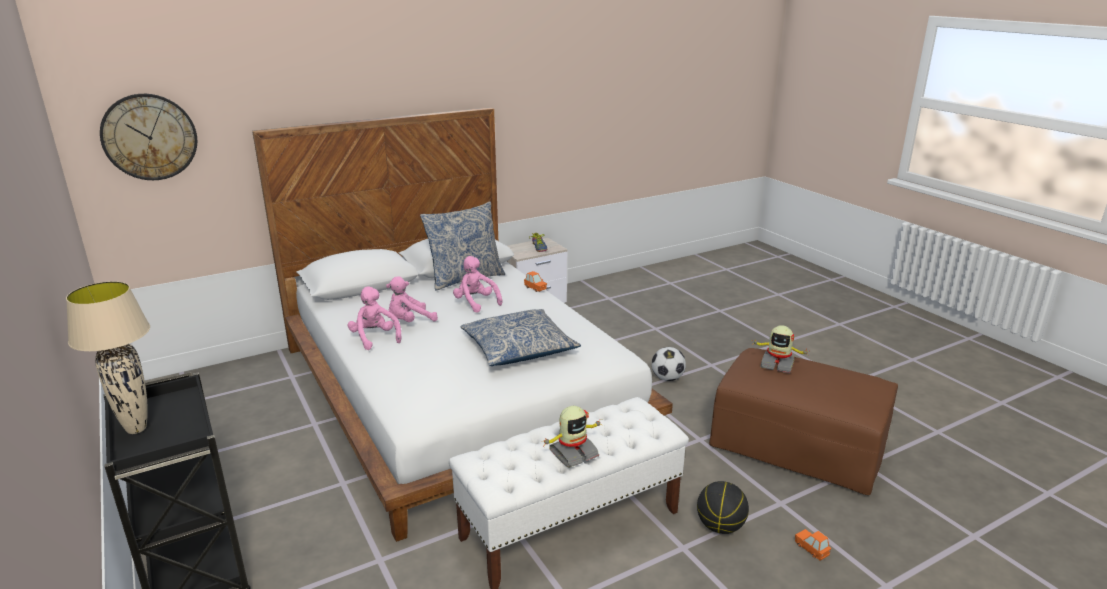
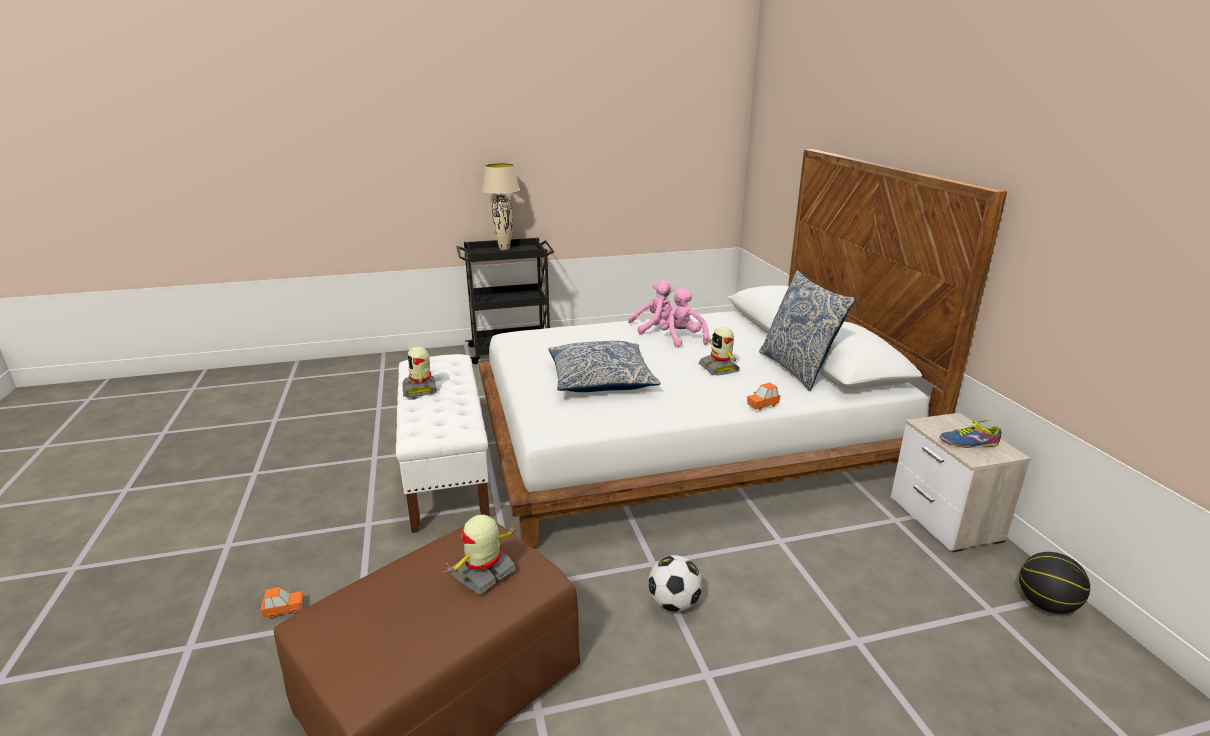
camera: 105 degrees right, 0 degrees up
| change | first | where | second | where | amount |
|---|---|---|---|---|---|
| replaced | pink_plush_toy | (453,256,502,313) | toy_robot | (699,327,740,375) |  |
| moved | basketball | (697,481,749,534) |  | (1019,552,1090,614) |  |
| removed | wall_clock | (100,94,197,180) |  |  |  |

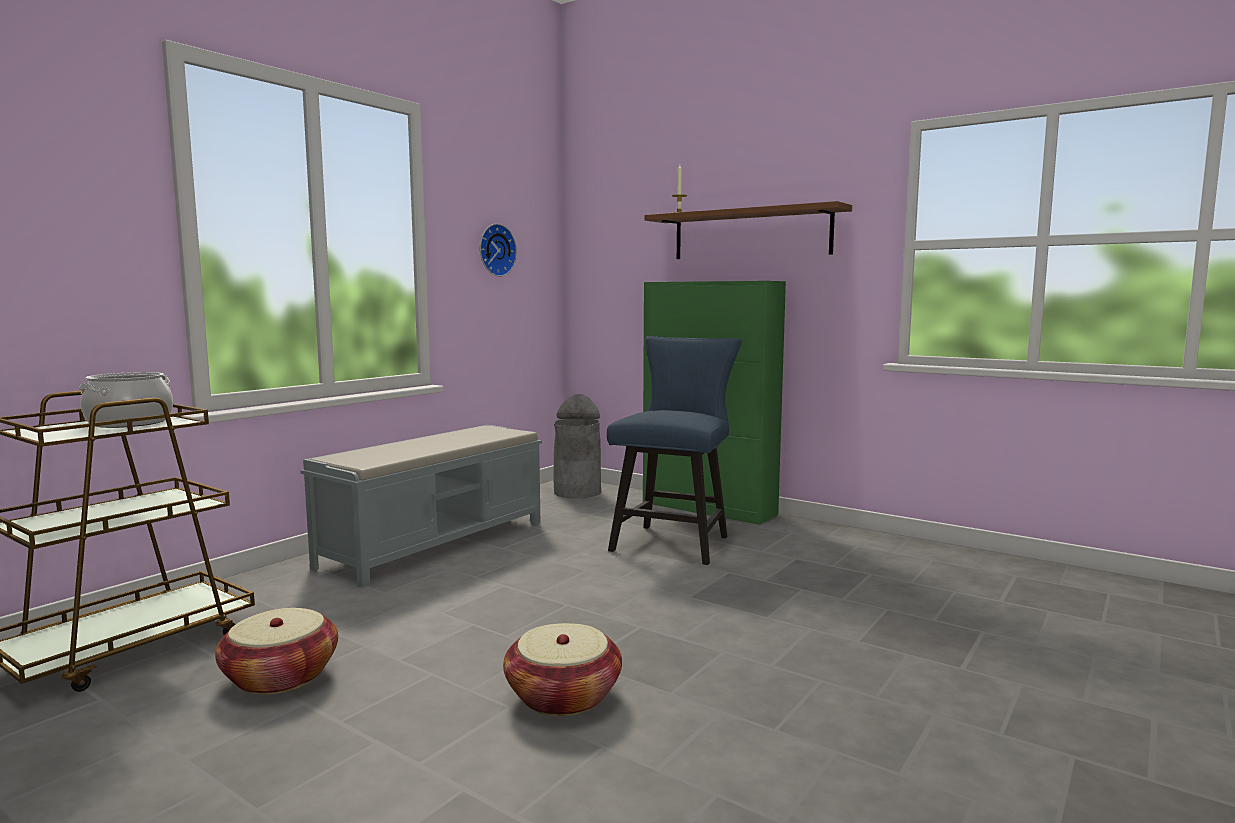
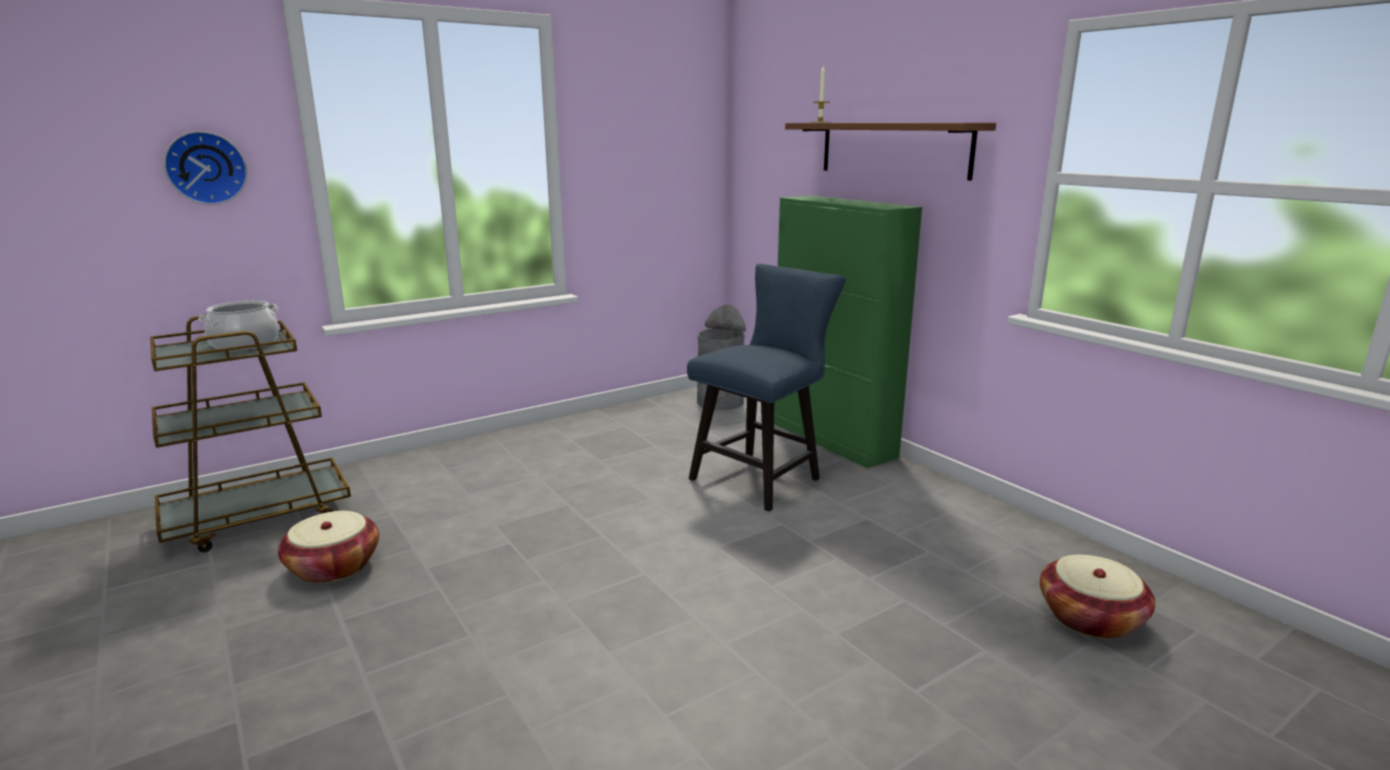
camera: 20 degrees right, 10 degrees up
| change | first | where | second | where | amount |
|---|---|---|---|---|---|
| moved | wall_clock | (480,224,517,277) |  | (164,131,247,205) |  |
| moved | basket | (503,623,622,716) |  | (1040,555,1155,639) |  |
| removed | grey_bench | (300,425,542,587) |  |  |  |

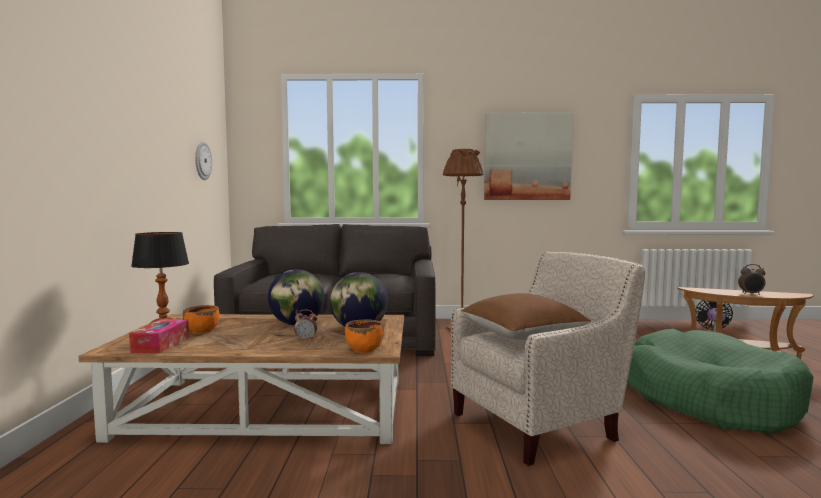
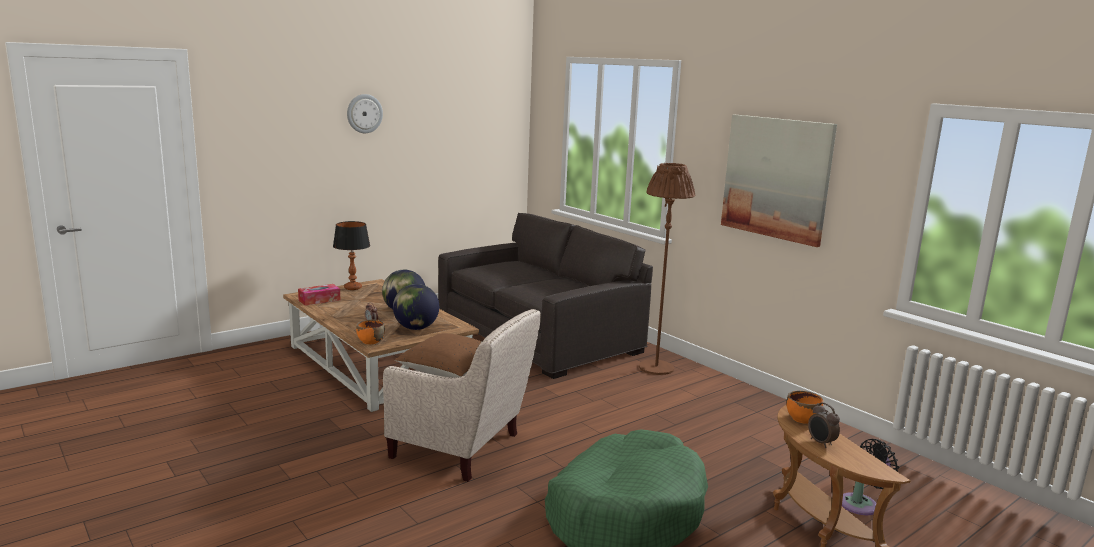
camera: 50 degrees right, 10 degrees up
| change | first | where | second | where | amount |
|---|---|---|---|---|---|
| moved | wall_clock | (195,142,212,180) |  | (347,94,383,133) |  |
| moved | orange_bowl | (183,305,220,334) |  | (786,391,823,424) |  |

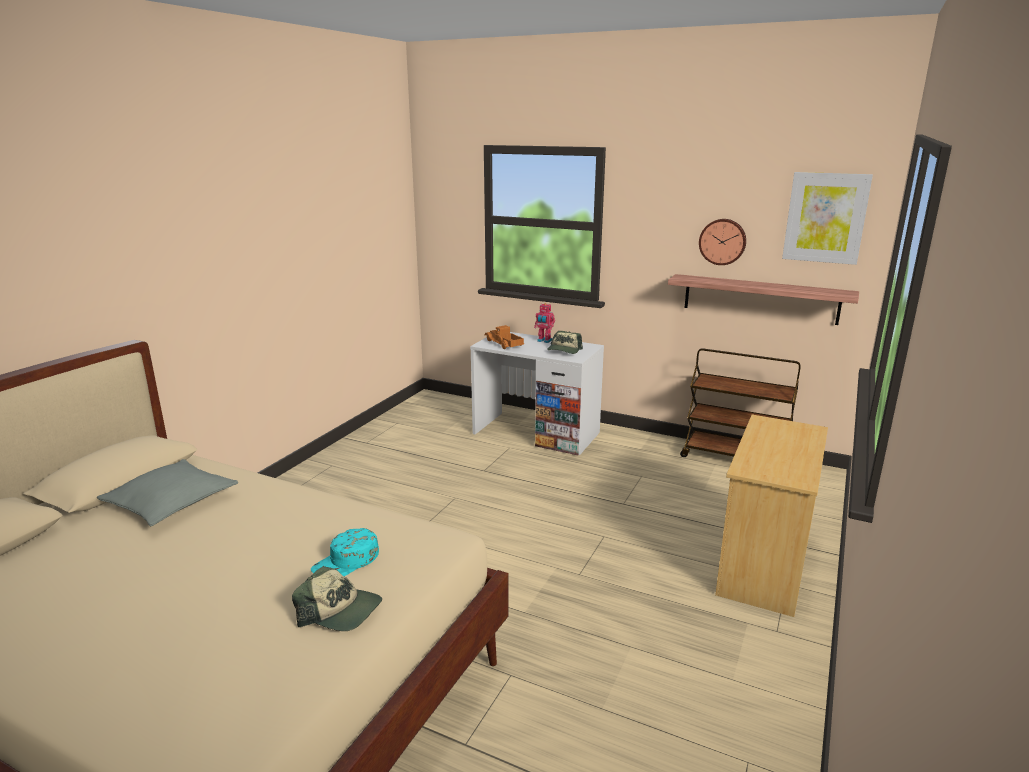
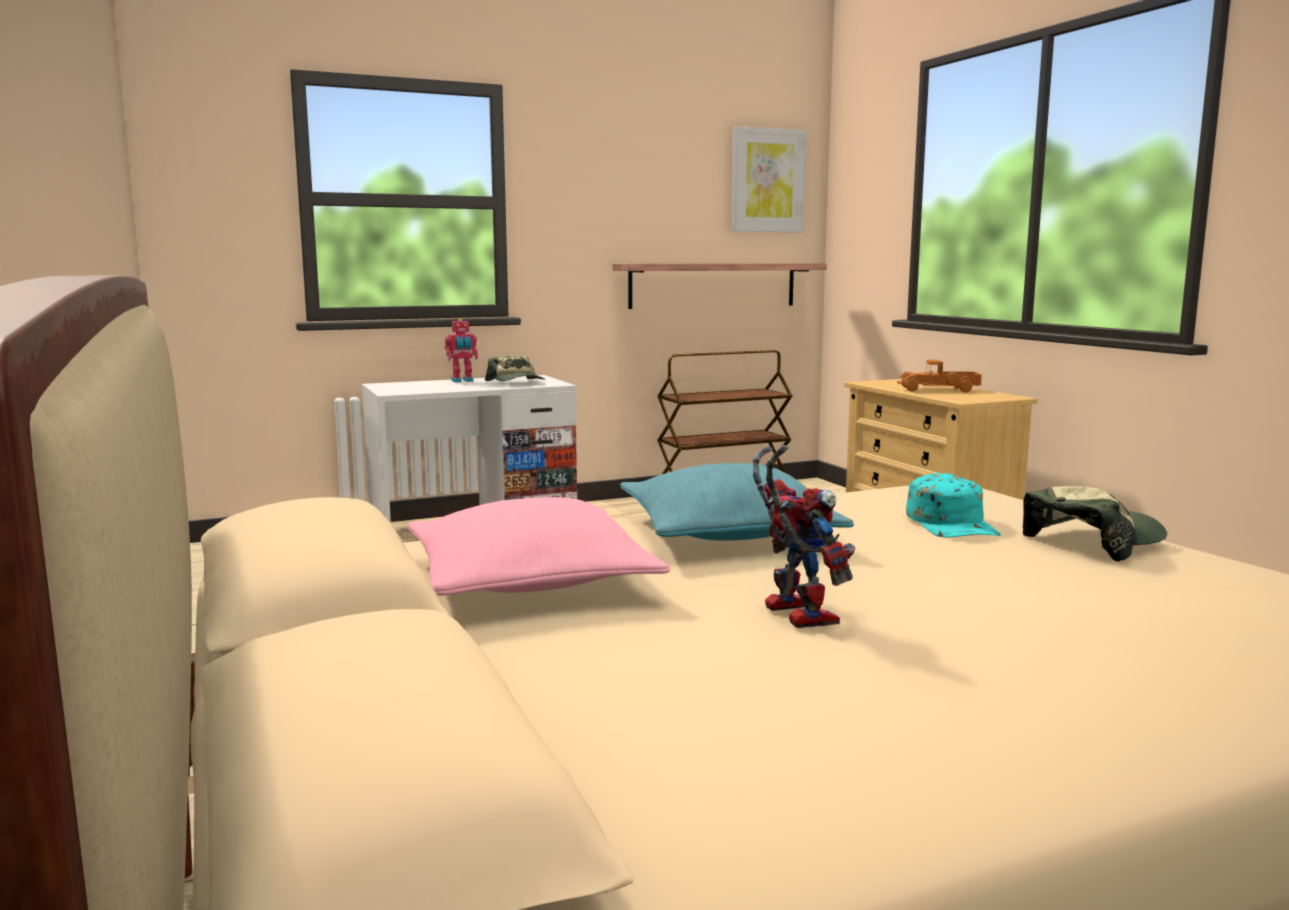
camera: 50 degrees left, 10 degrees down
| change | first | where | second | where | amount |
|---|---|---|---|---|---|
| recoloured | grey_pillow | (97,459,238,526) | pink_pillow | (407,497,670,595) |  |
| added |  |  | turquoise_pillow | (620,463,854,541) |  |
| added |  |  | toy_robot | (752,445,855,628) |  |
| moved | toy_truck | (485,325,524,349) |  | (897,360,982,392) |  |
| removed | wall_clock | (699,219,746,265) |  |  |  |

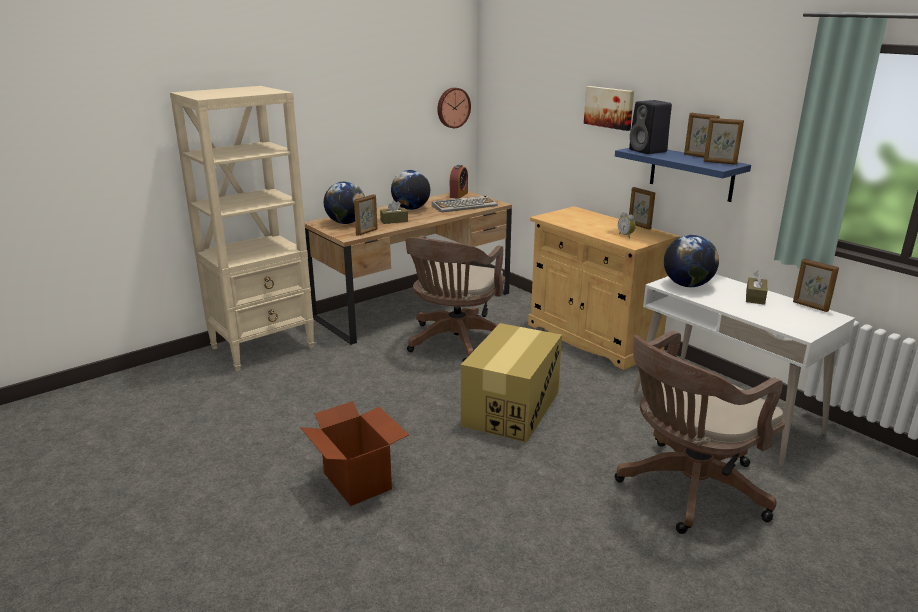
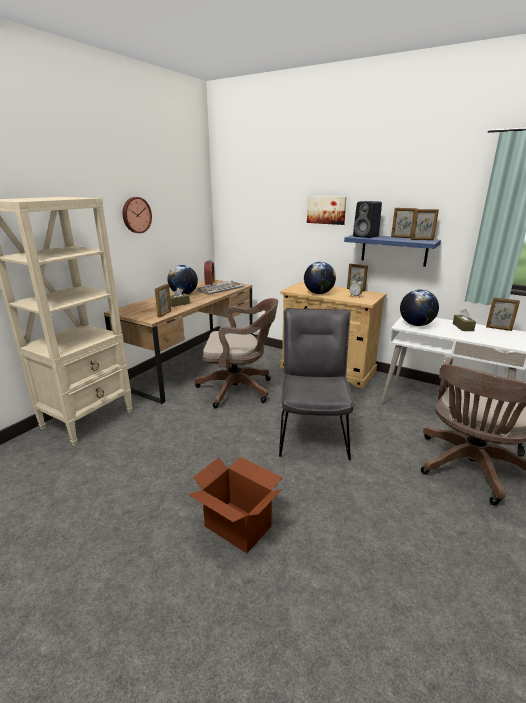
camera: 20 degrees left, 0 degrees up
| change | first | where | second | where | amount |
|---|---|---|---|---|---|
| moved | wall_clock | (437,88,471,128) |  | (123,197,152,233) |  |
| turned | brown_office_chair | (405,236,505,362) |  | (195,298,278,408) | 90 degrees counterclockwise |
| replaced | cardboard_box | (461,323,562,443) | grey_chair | (279,308,355,460) |  |
| moved | globe | (324,182,365,224) |  | (304,262,336,294) |  |

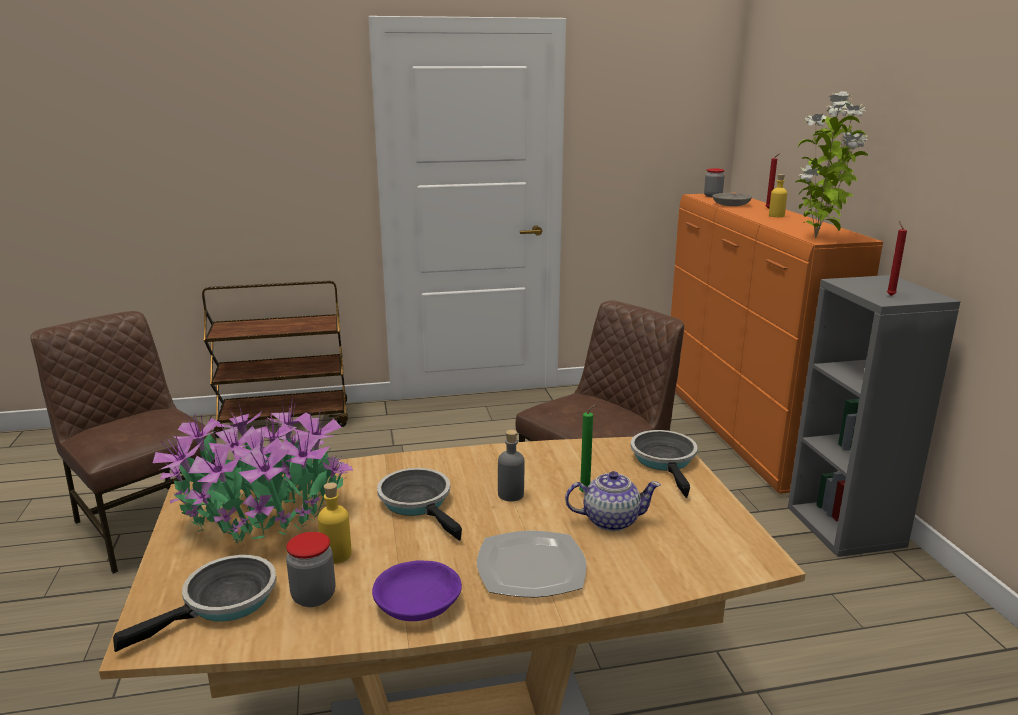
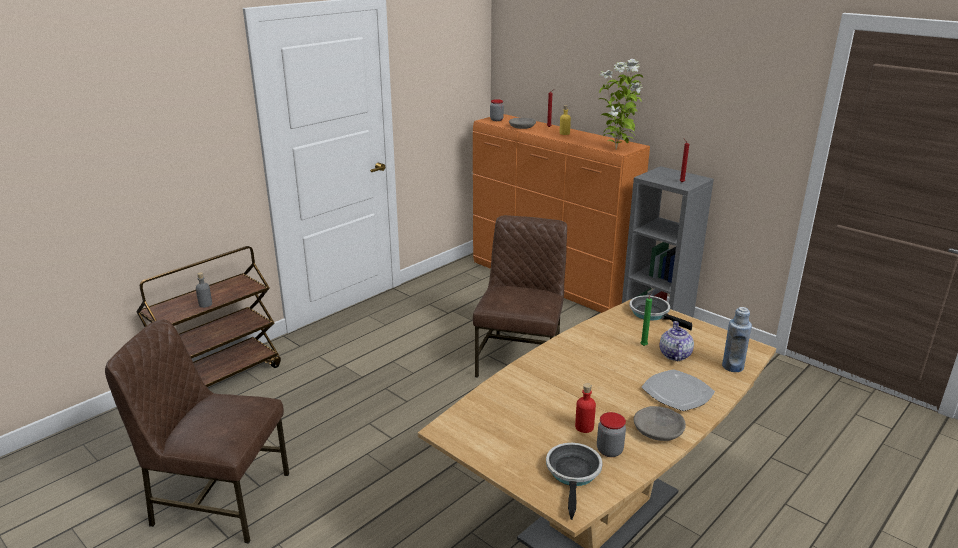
camera: 35 degrees left, 5 degrees up
| change | first | where | second | where | amount |
|---|---|---|---|---|---|
| moved | grey_bottle | (498,430,525,501) |  | (196,272,212,308) |  |
| recoloured | yellow_bottle | (318,482,352,564) | red_bottle | (575,383,596,433) |  |
| recoloured | purple_bowl | (372,560,462,621) | grey_bowl | (634,406,686,441) |  |
| turned | teapot | (565,471,661,531) |  | (659,321,694,361) | 45 degrees counterclockwise |
| added |  |  | blue_bottle | (722,307,752,372) |  |
| removed | potted_plant | (153,398,353,547) |  |  |  |
| removed | frying_pan | (377,468,462,541) |  |  |  |

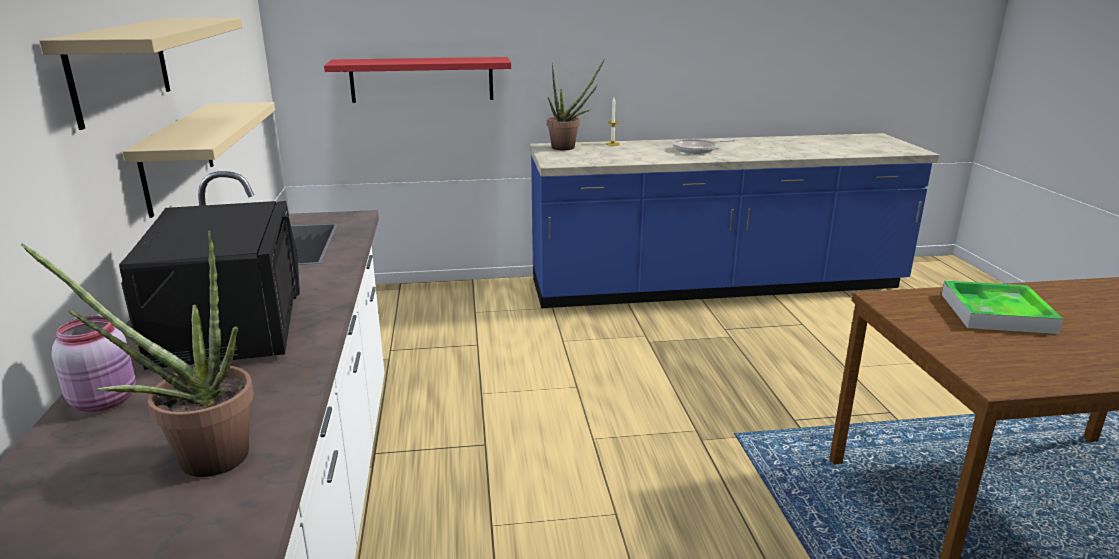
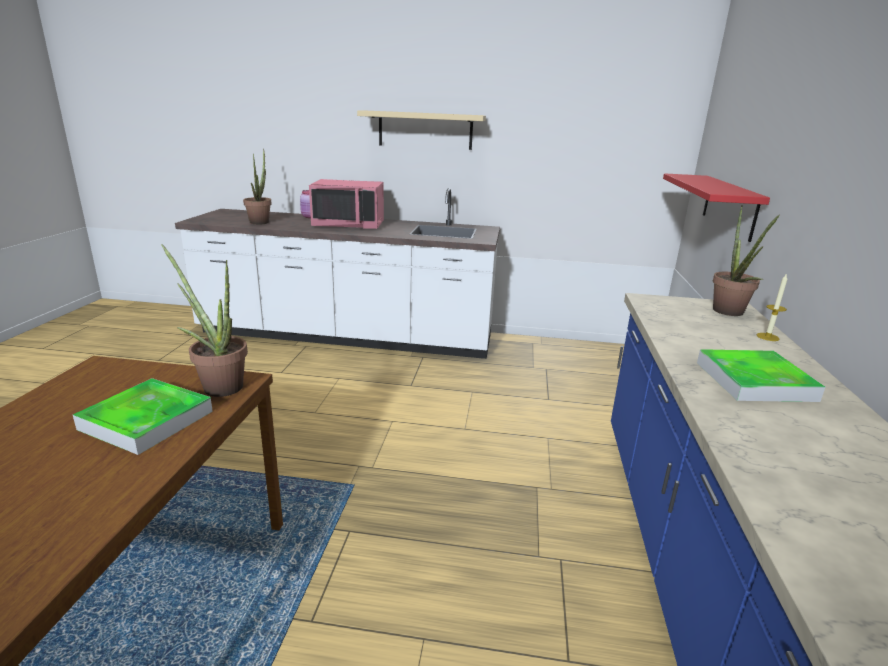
camera: 105 degrees right, 0 degrees up
| change | first | where | second | where | amount |
|---|---|---|---|---|---|
| added |  |  | potted_plant | (161,244,248,397) |  |
| recoloured | black_microwave | (119,201,300,370) | pink_microwave | (309,179,384,229) |  |
| replaced | frying_pan | (673,139,736,154) | tray | (697,349,825,402) |  |
| removed | beige_shelf | (122,102,275,218) |  |  |  |

